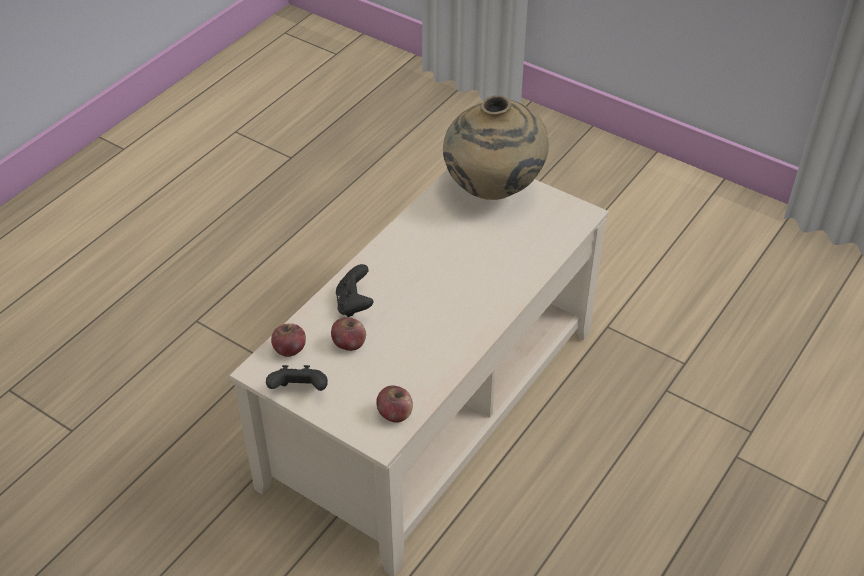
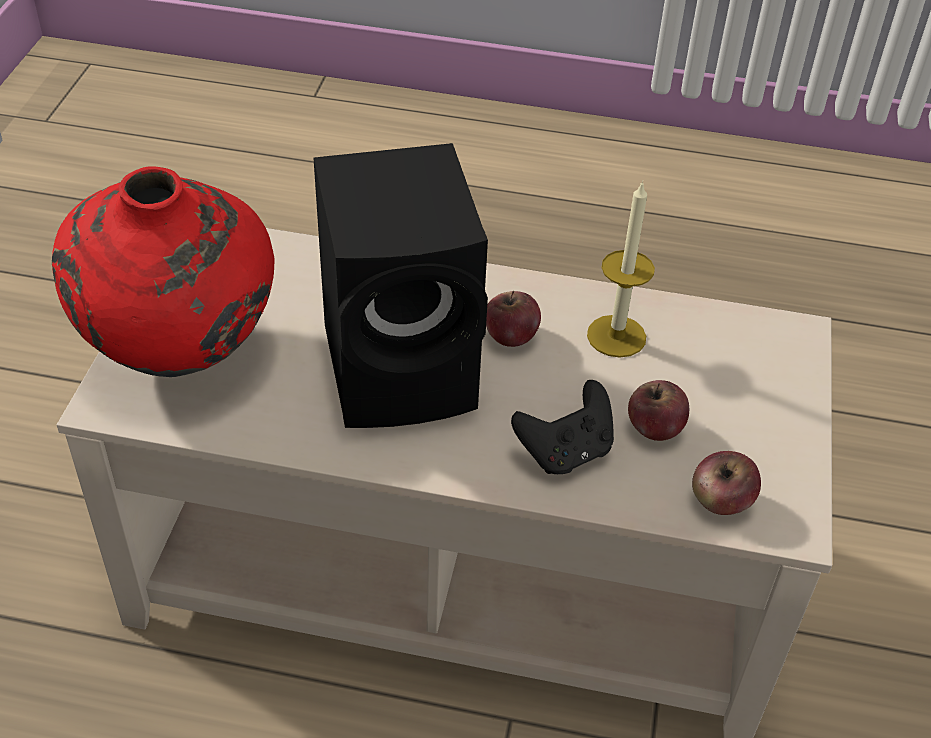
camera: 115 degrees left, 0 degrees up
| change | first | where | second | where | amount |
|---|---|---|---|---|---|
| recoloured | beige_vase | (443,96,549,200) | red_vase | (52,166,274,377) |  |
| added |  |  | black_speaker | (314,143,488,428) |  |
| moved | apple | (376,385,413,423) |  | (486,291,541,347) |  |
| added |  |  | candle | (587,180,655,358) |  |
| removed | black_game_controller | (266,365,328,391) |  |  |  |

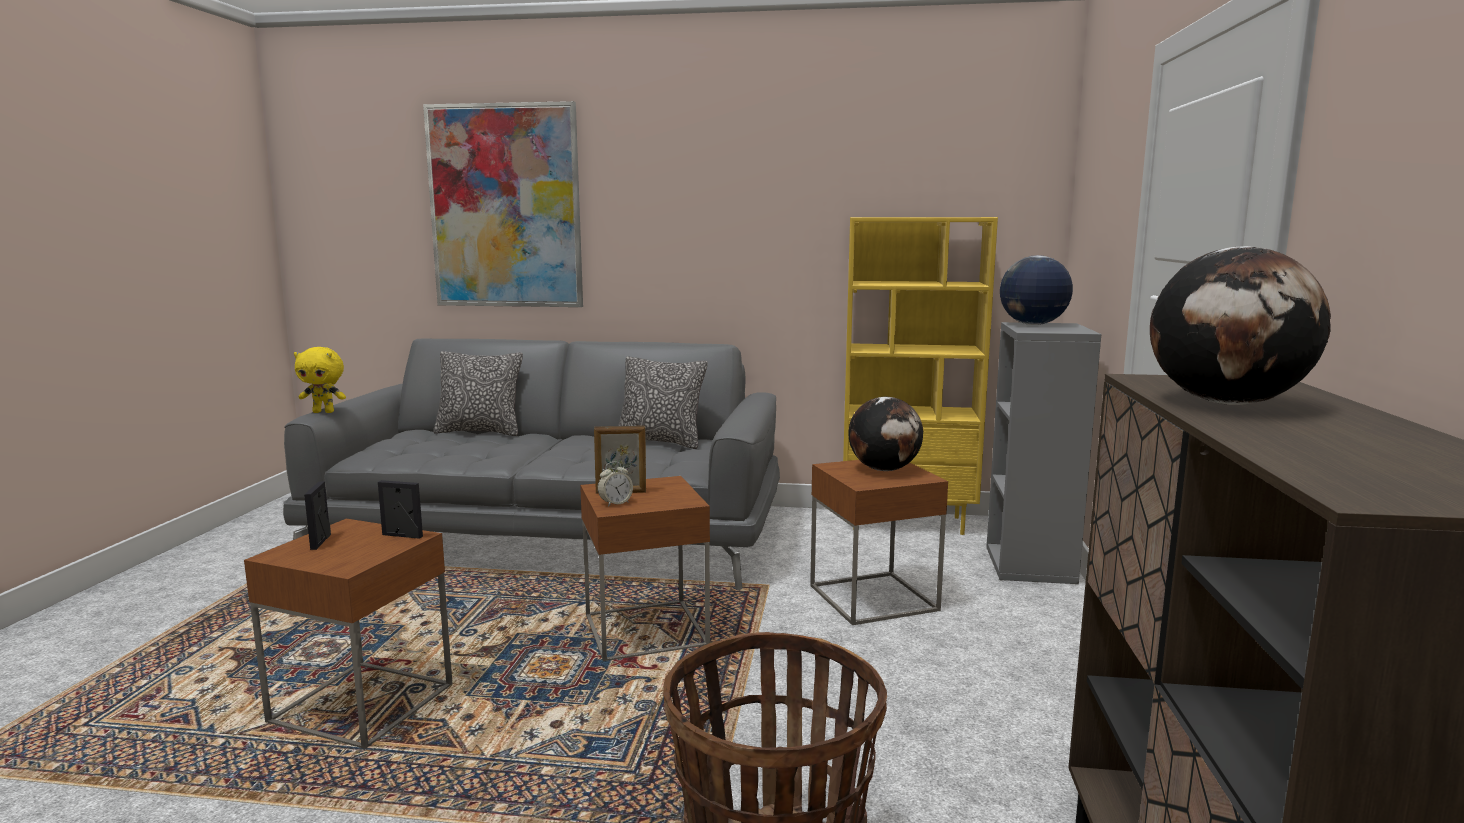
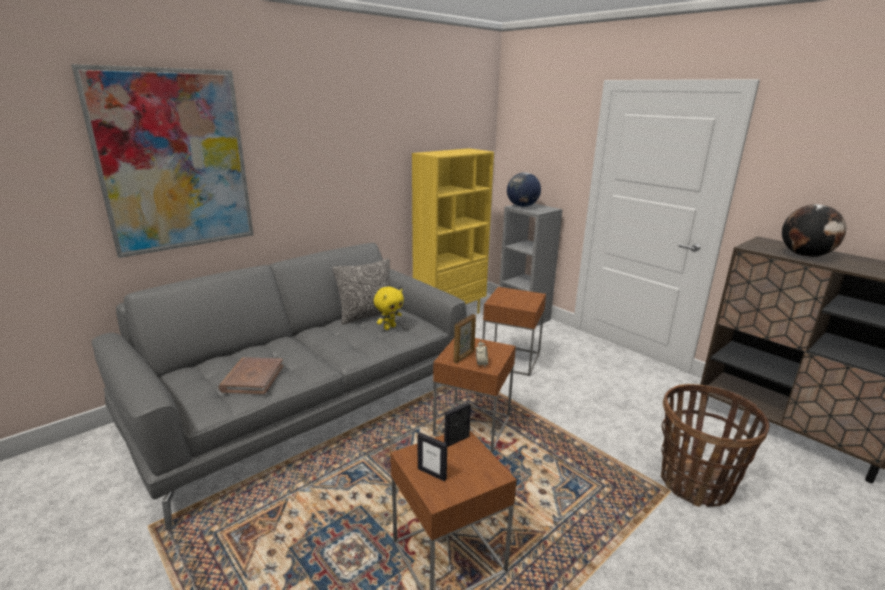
camera: 50 degrees left, 10 degrees up
| change | first | where | second | where | amount |
|---|---|---|---|---|---|
| added |  |  | brown_book | (218,357,284,394) |  |
| moved | yellow_plush_toy | (294,347,346,413) |  | (374,286,404,330) |  |
| removed | pillow | (433,351,523,436) |  |  |  |
| removed | globe | (849,397,923,471) |  |  |  |

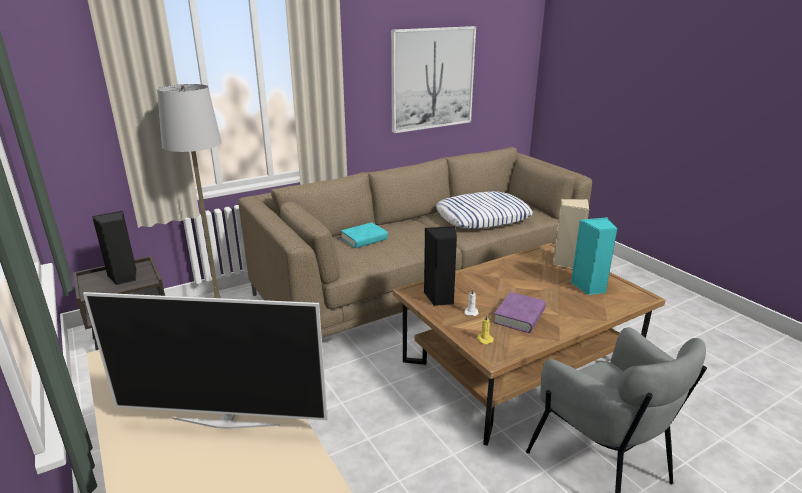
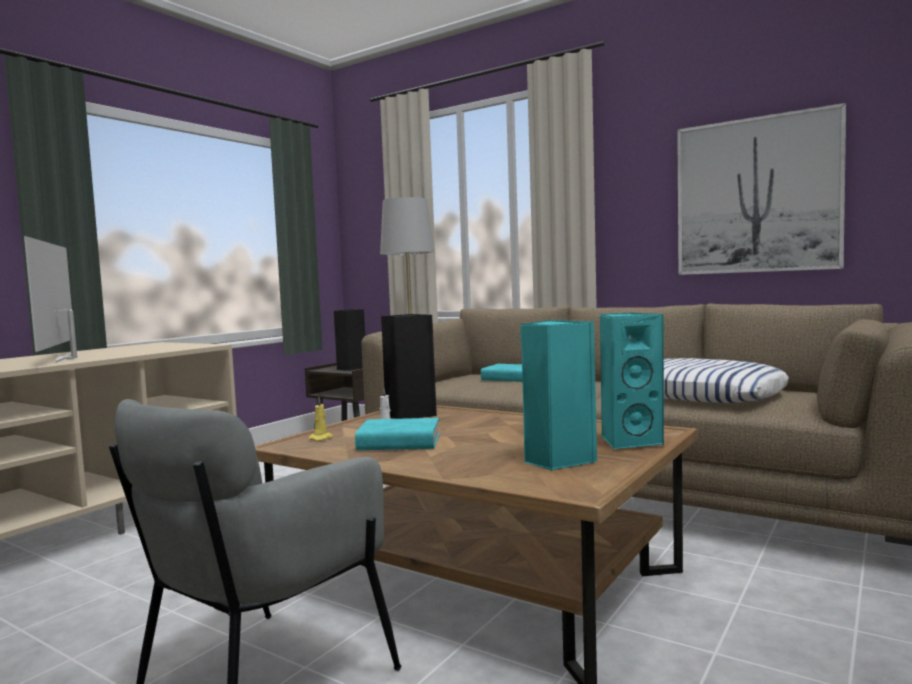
camera: 65 degrees right, 20 degrees down
| change | first | where | second | where | amount |
|---|---|---|---|---|---|
| recoloured | purple_book | (493,292,546,333) | turquoise_book | (355,418,440,450) |  |
| recoloured | beige_speaker | (553,199,589,269) | turquoise_speaker | (600,313,664,449) |  |

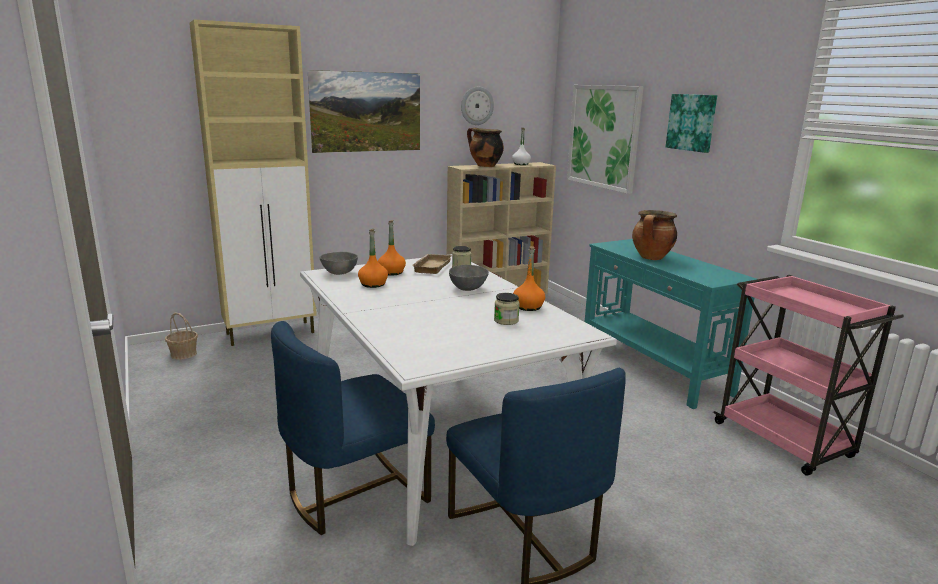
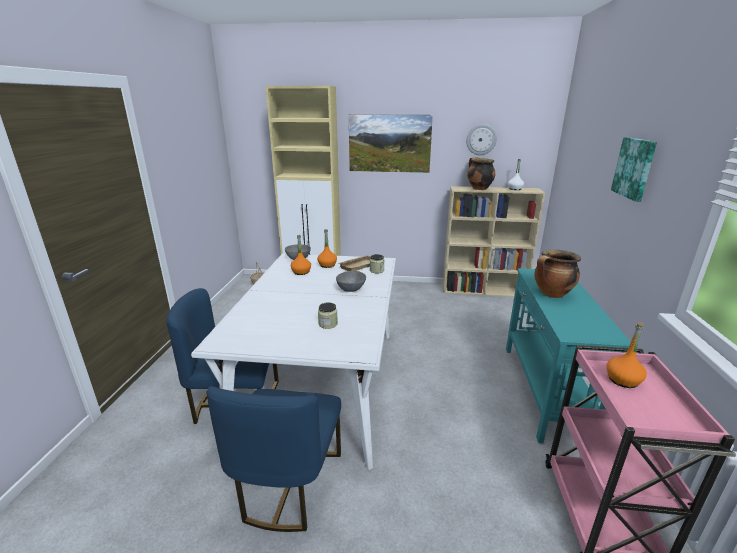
camera: 35 degrees right, 5 degrees up
| change | first | where | second | where | amount |
|---|---|---|---|---|---|
| moved | orange_bottle | (513,246,545,311) |  | (606,322,647,388) |  |
| removed | picture | (567,85,644,194) |  |  |  |

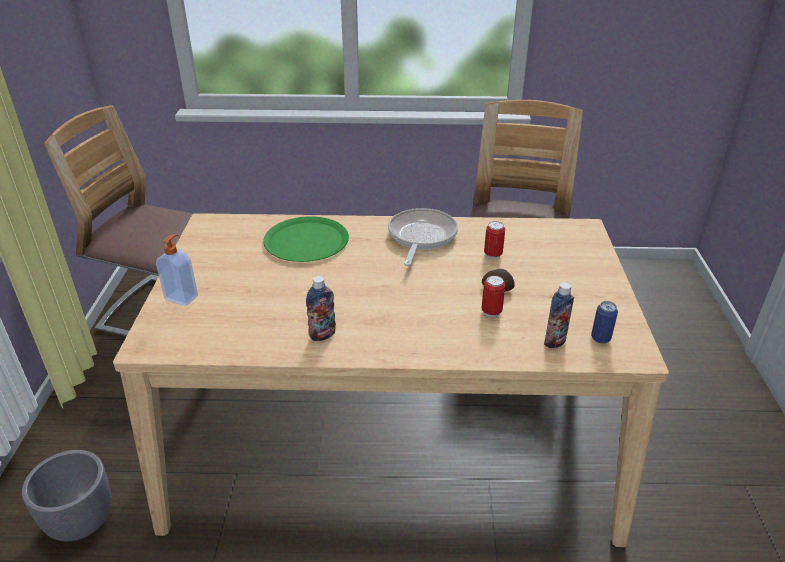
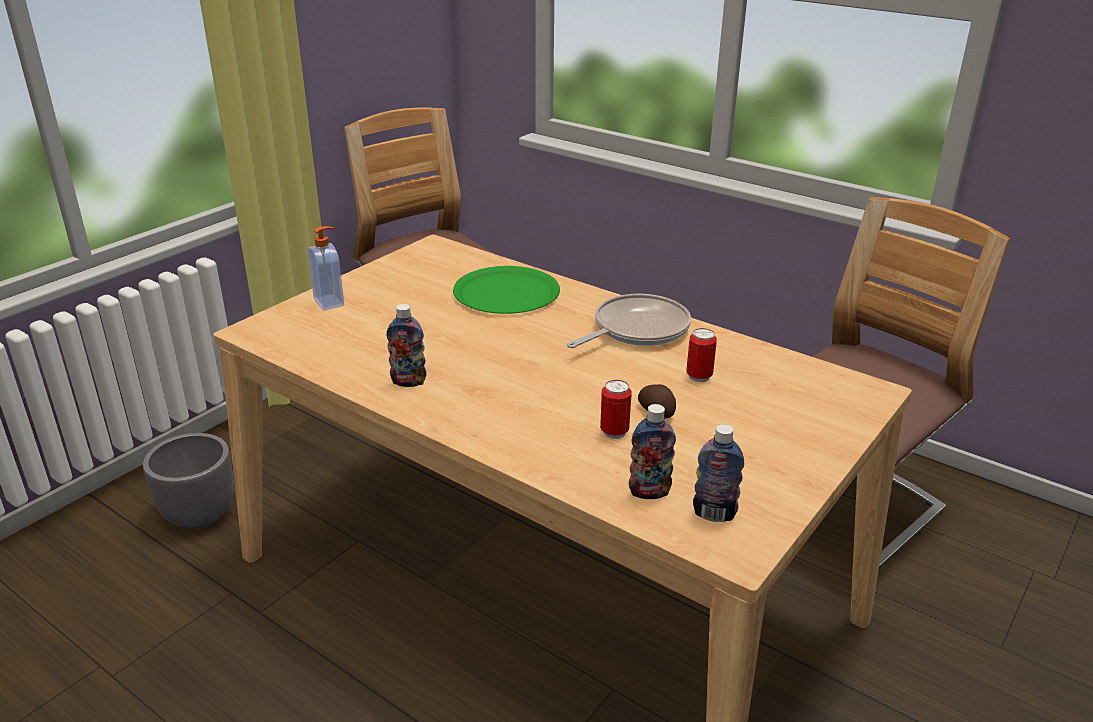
camera: 35 degrees right, 5 degrees down
| change | first | where | second | where | amount |
|---|---|---|---|---|---|
| replaced | can | (591,301,618,344) | bottle | (693,424,744,522) |  |

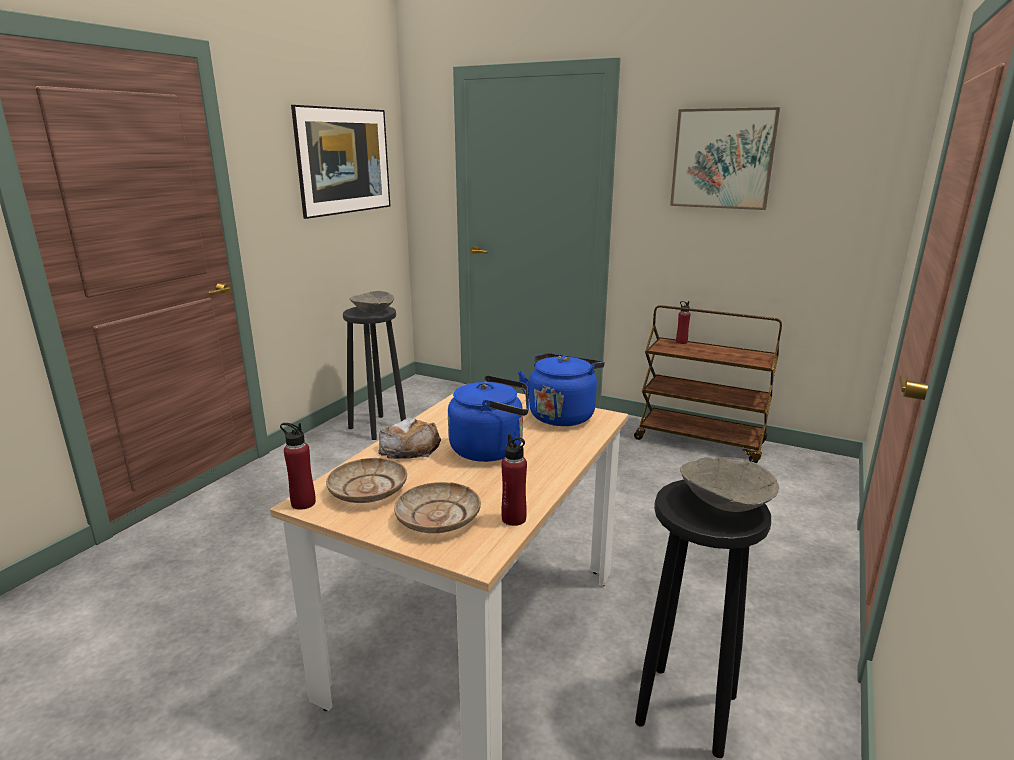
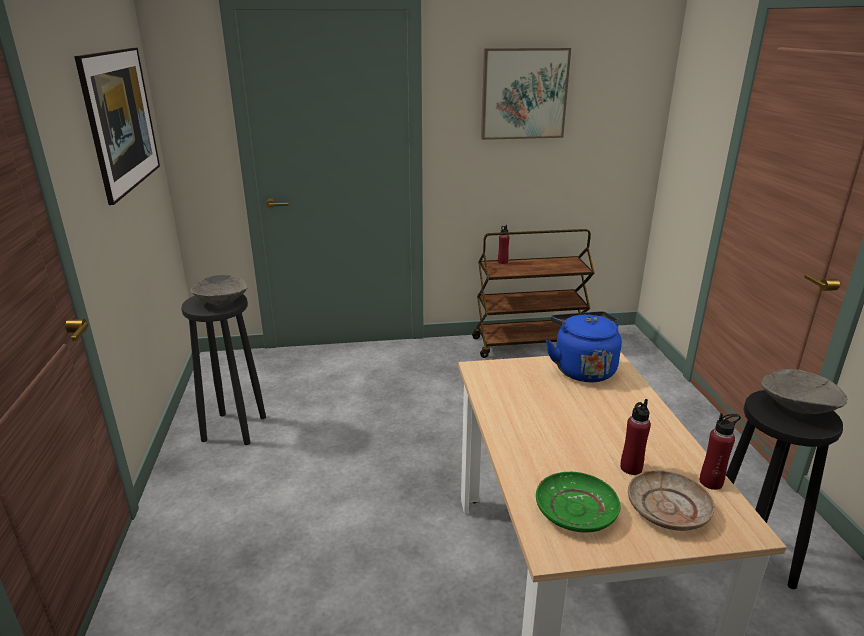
camera: 35 degrees left, 5 degrees up
| change | first | where | second | where | amount |
|---|---|---|---|---|---|
| recoloured | beige_plate | (326,458,407,503) | green_plate | (536,472,621,533) |  |
| moved | red_bottle | (280,423,316,510) |  | (620,399,651,475) |  |
| removed | bread | (378,417,441,459) |  |  |  |
| removed | blue_kettle | (448,375,529,462) |  |  |  |

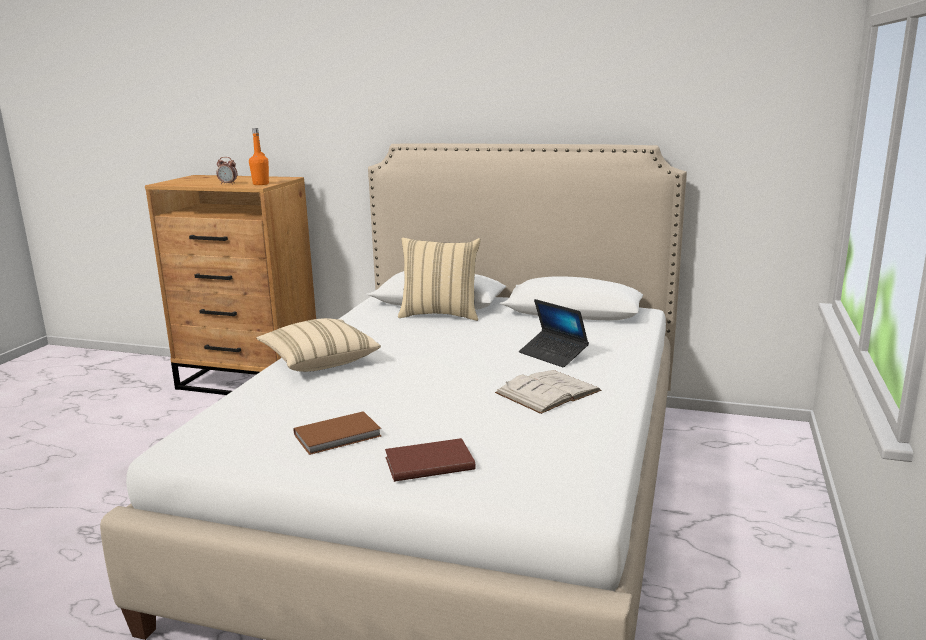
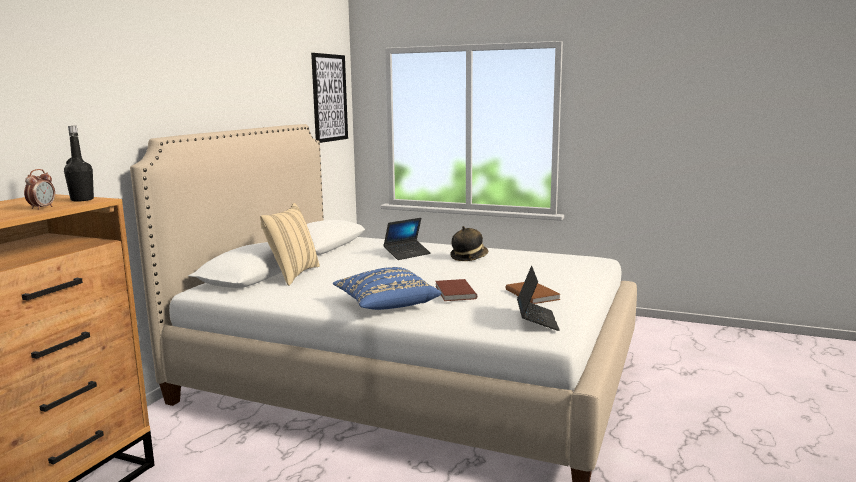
camera: 85 degrees left, 5 degrees down
| change | first | where | second | where | amount |
|---|---|---|---|---|---|
| recoloured | orange_bottle | (249,128,269,185) | black_bottle | (64,126,94,202) |  |
| added |  |  | picture | (311,53,348,143) |  |
| recoloured | beige_pillow | (257,318,381,372) | blue_pillow | (333,267,441,310) |  |
| moved | brown_book | (385,438,476,482) |  | (435,279,477,301) |  |
| replaced | white_book | (495,370,601,414) | hat | (450,226,488,261) |  |
| added |  |  | laptop | (517,266,559,331) |  |

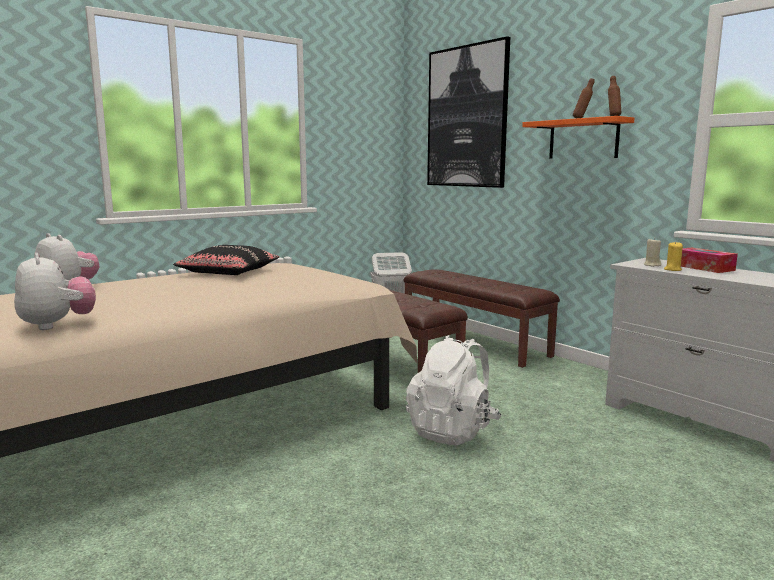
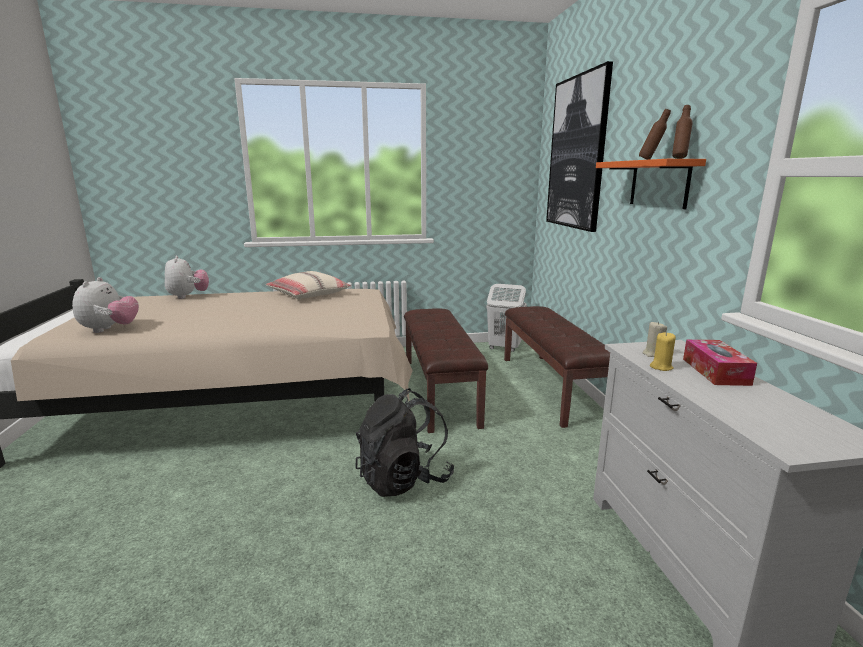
camera: 30 degrees right, 5 degrees up
| change | first | where | second | where | amount |
|---|---|---|---|---|---|
| recoloured | black_pillow | (173,245,279,275) | beige_pillow | (266,271,351,300) |  |
| recoloured | white_backpack | (406,335,502,445) | black_backpack | (355,388,454,497) |  |

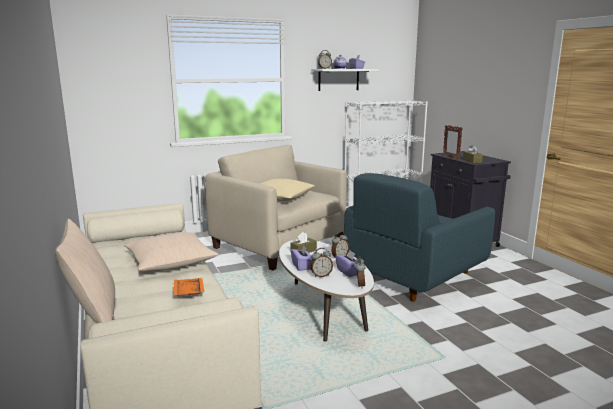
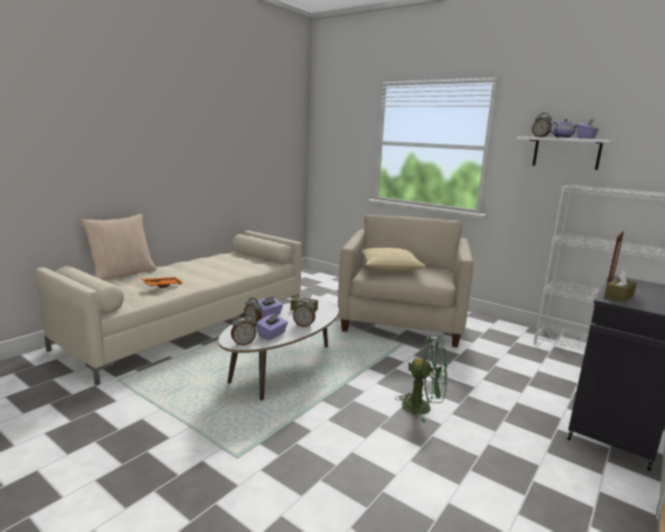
camera: 60 degrees right, 0 degrees up
| change | first | where | second | where | amount |
|---|---|---|---|---|---|
| replaced | blue_armchair | (344,173,495,302) | green_fan | (395,336,447,423) |  |
| removed | beige_pillow | (124,232,219,271) |  |  |  |

